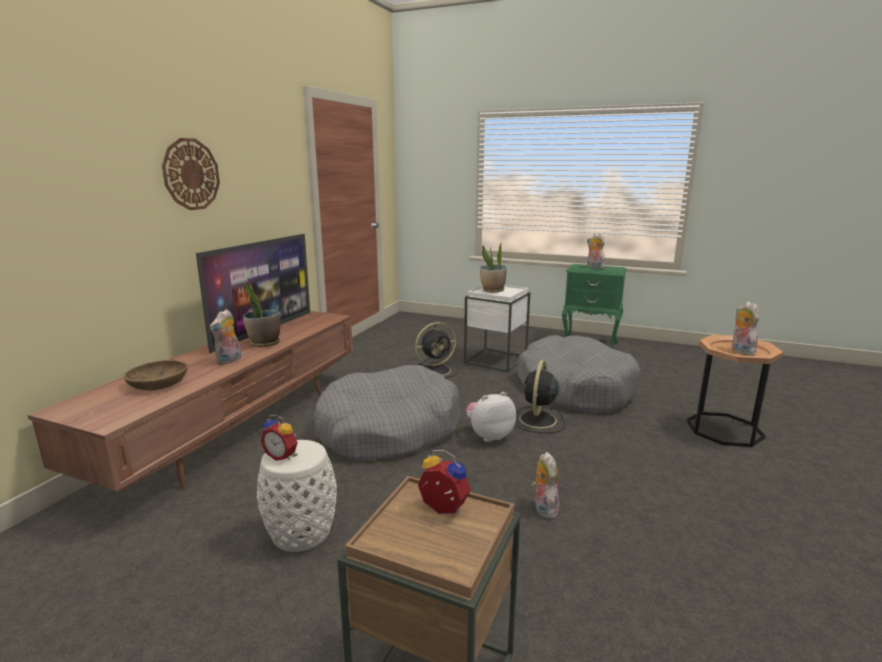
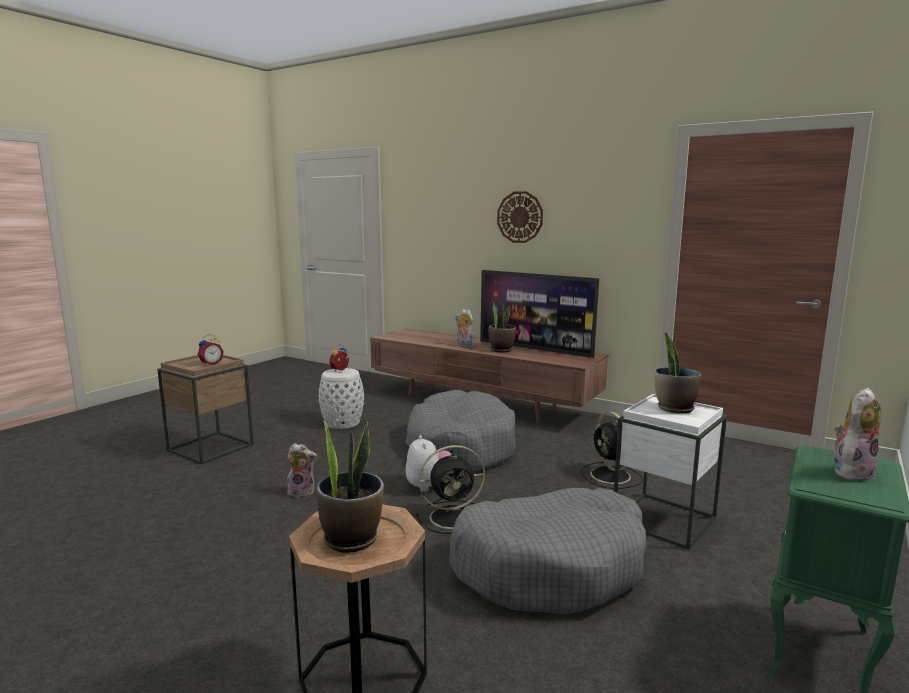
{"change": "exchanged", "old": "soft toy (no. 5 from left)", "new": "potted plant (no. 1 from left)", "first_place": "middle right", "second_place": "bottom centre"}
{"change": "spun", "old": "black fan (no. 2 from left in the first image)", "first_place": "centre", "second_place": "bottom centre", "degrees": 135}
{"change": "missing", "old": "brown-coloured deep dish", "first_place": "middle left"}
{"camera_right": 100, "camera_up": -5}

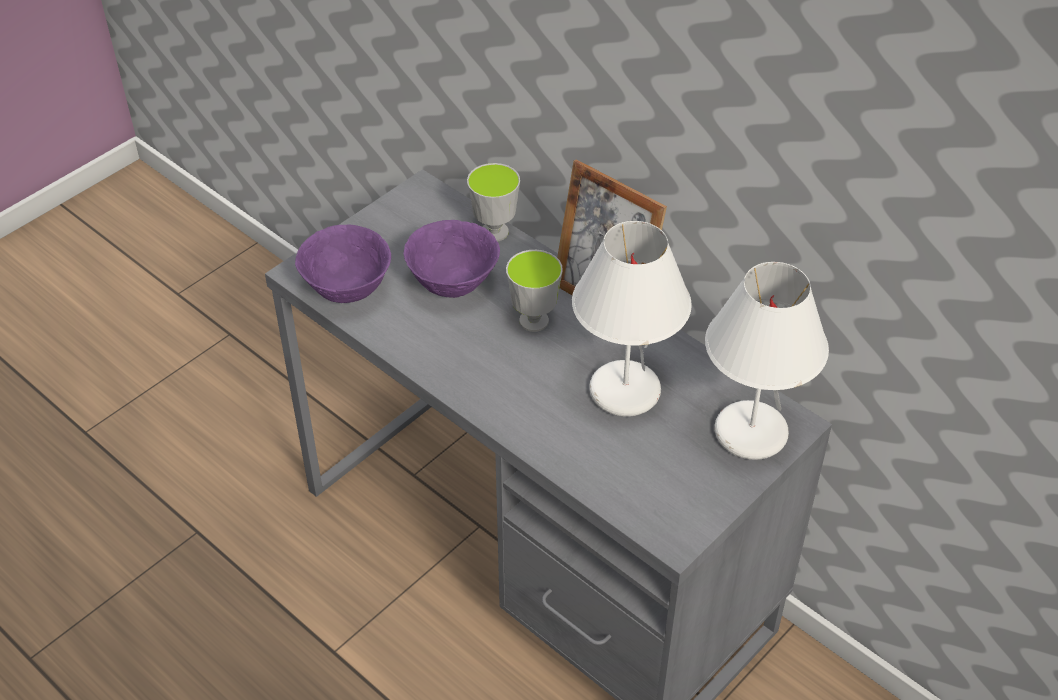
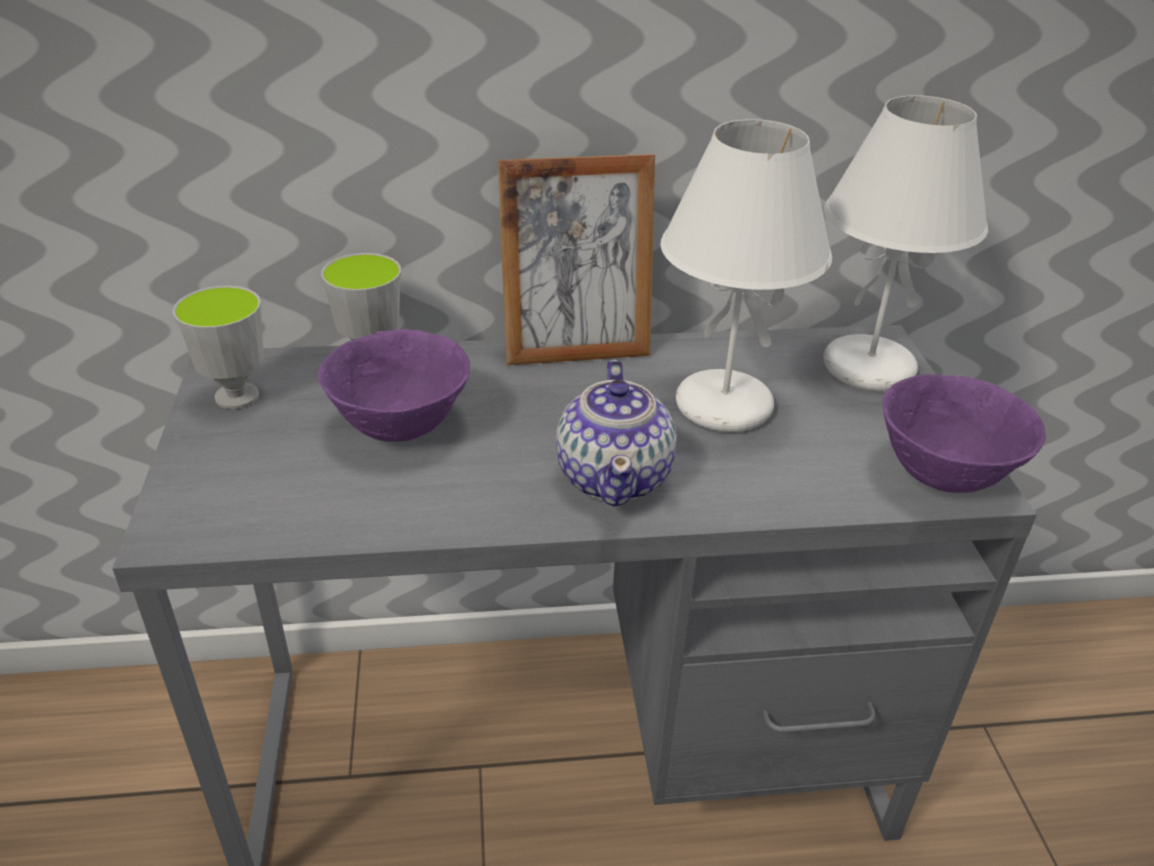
{"change": "relocated", "old": "cup (no. 2 from left in the first image)", "new": "cup (no. 1 from left)", "first_place": "centre", "second_place": "middle left"}
{"change": "appeared", "new": "tea pot", "second_place": "centre"}
{"change": "relocated", "old": "purple deep dish (no. 1 from left in the first image)", "new": "purple deep dish (no. 2 from left)", "first_place": "middle left", "second_place": "middle right"}
{"camera_right": -50, "camera_up": -10}

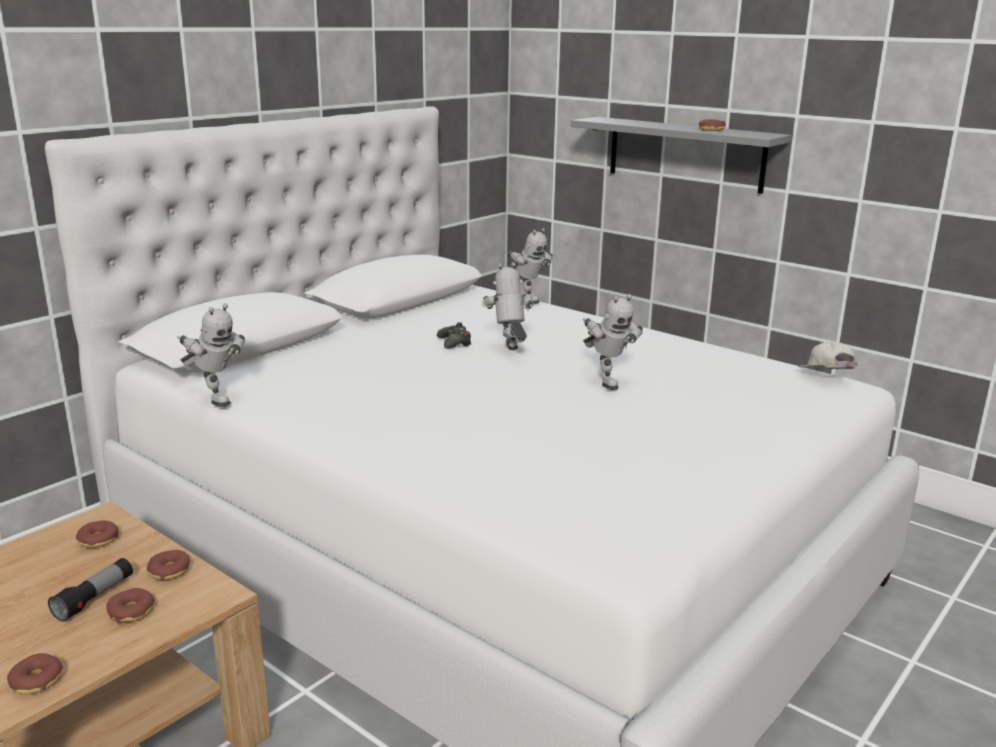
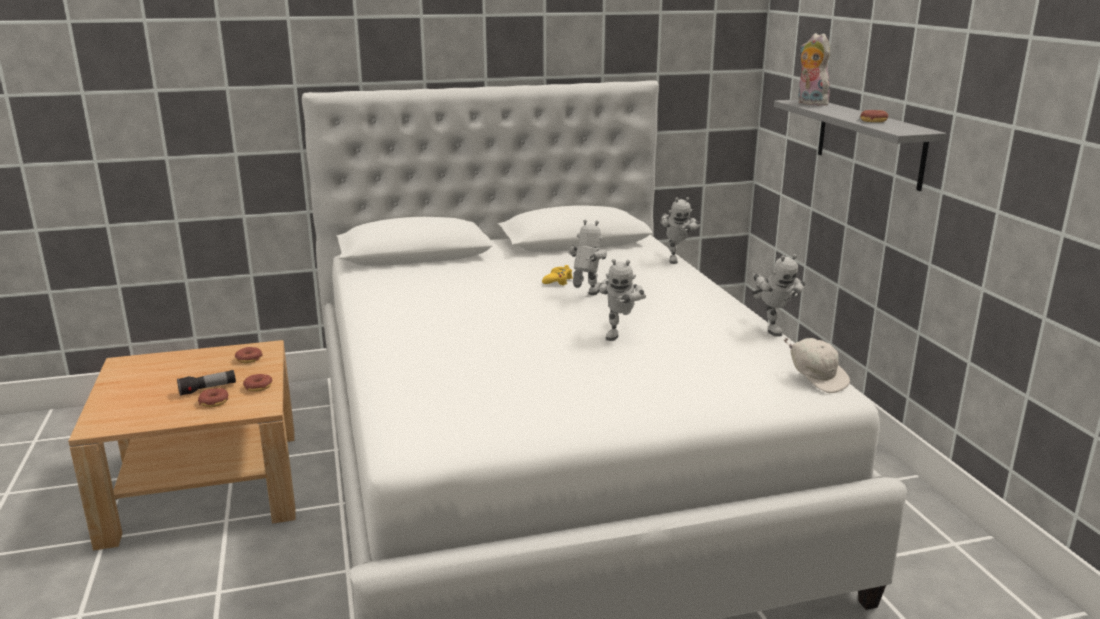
{"change": "colour", "old": "black joypad", "new": "yellow-coloured joypad", "first_place": "centre", "second_place": "centre"}
{"change": "relocated", "old": "robot figure (no. 1 from left in the first image)", "new": "robot figure (no. 4 from left)", "first_place": "middle left", "second_place": "middle right"}
{"change": "spun", "old": "white peaked cap", "first_place": "middle right", "second_place": "middle right", "degrees": 120}
{"change": "appeared", "new": "soft toy", "second_place": "top right"}
{"change": "missing", "old": "ring doughnut (no. 1 from left)", "first_place": "bottom left"}
{"camera_right": 35, "camera_up": 0}

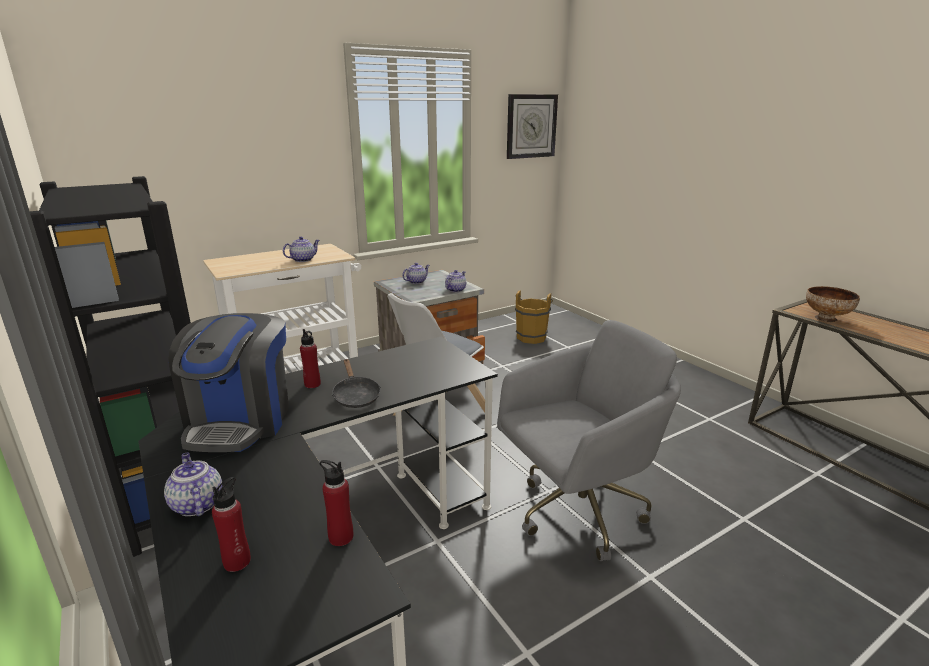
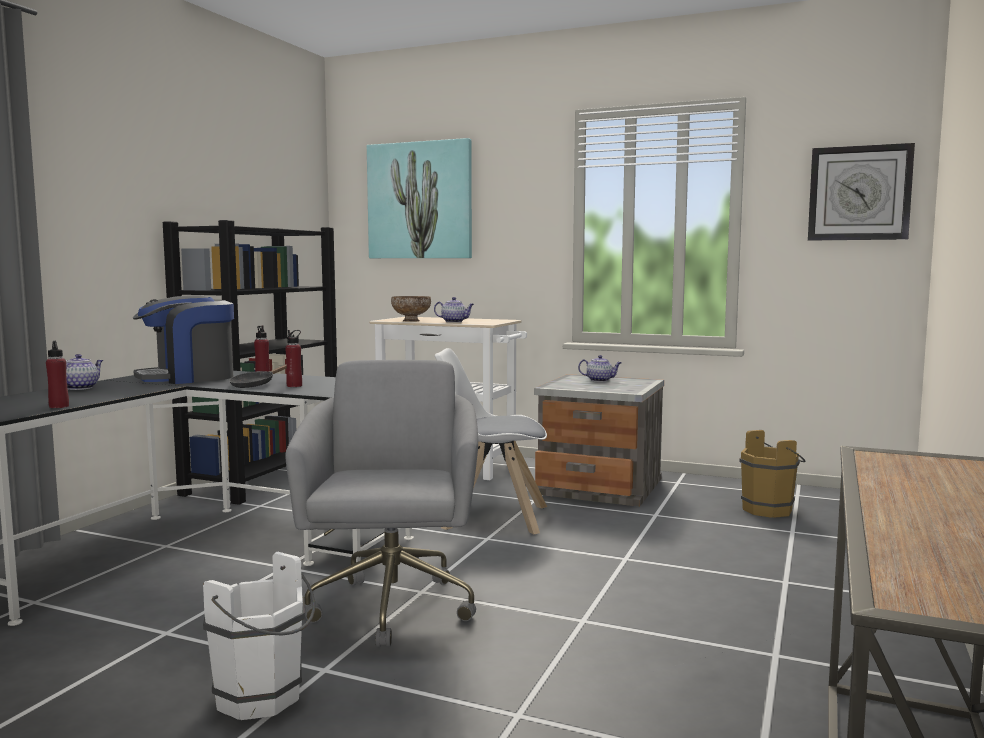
{"change": "appeared", "new": "white water bucket", "second_place": "bottom left"}
{"change": "relocated", "old": "red-coloured bottle (no. 1 from left in the first image)", "new": "red-coloured bottle (no. 3 from left)", "first_place": "bottom left", "second_place": "middle left"}
{"change": "spun", "old": "grey computer chair", "first_place": "centre", "second_place": "bottom centre", "degrees": -120}
{"change": "appeared", "new": "wall picture", "second_place": "top centre"}
{"change": "relocated", "old": "deep dish", "first_place": "middle right", "second_place": "centre"}
{"change": "missing", "old": "tea pot (no. 4 from left)", "first_place": "centre"}
{"camera_right": 55, "camera_up": -15}

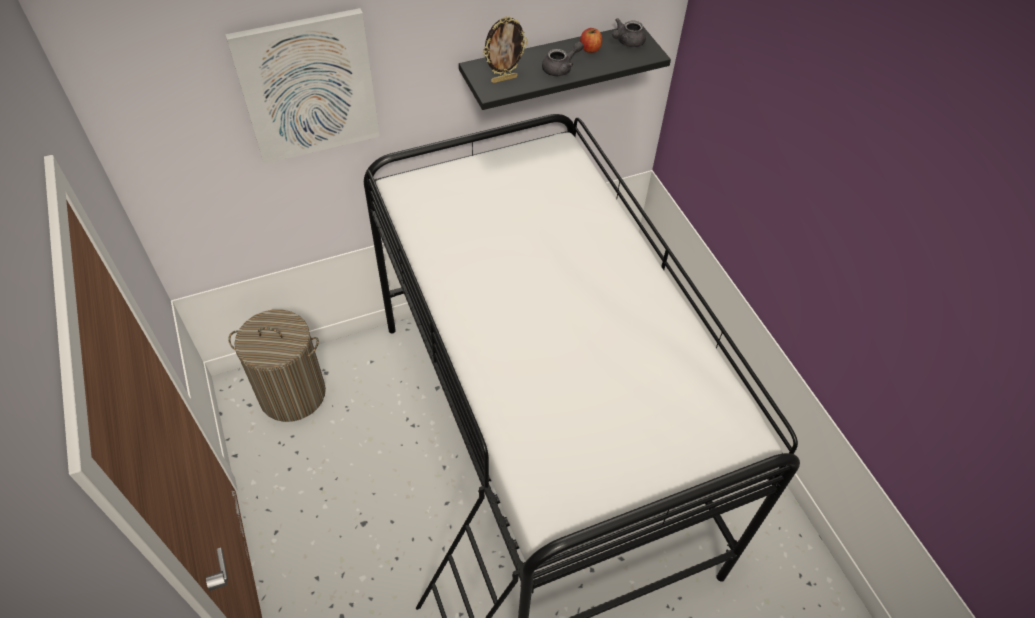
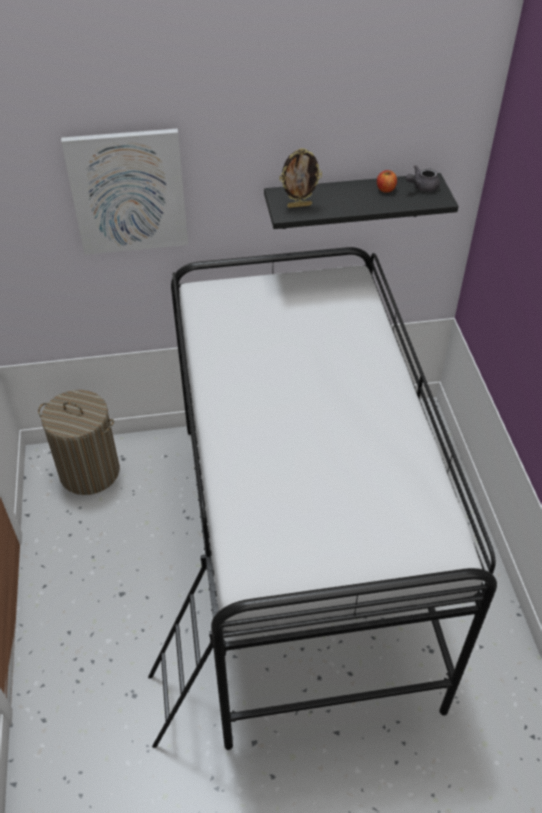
{"change": "missing", "old": "grey tea pot (no. 1 from left)", "first_place": "top centre"}
{"camera_right": 15, "camera_up": -5}

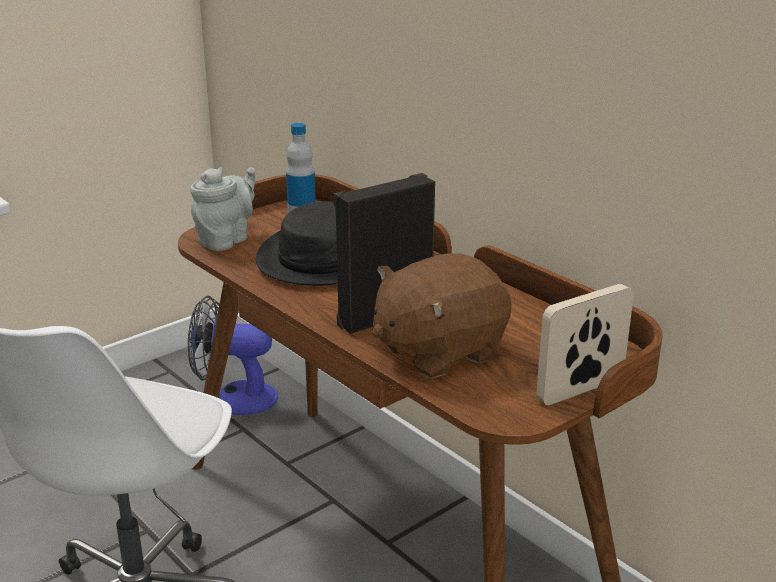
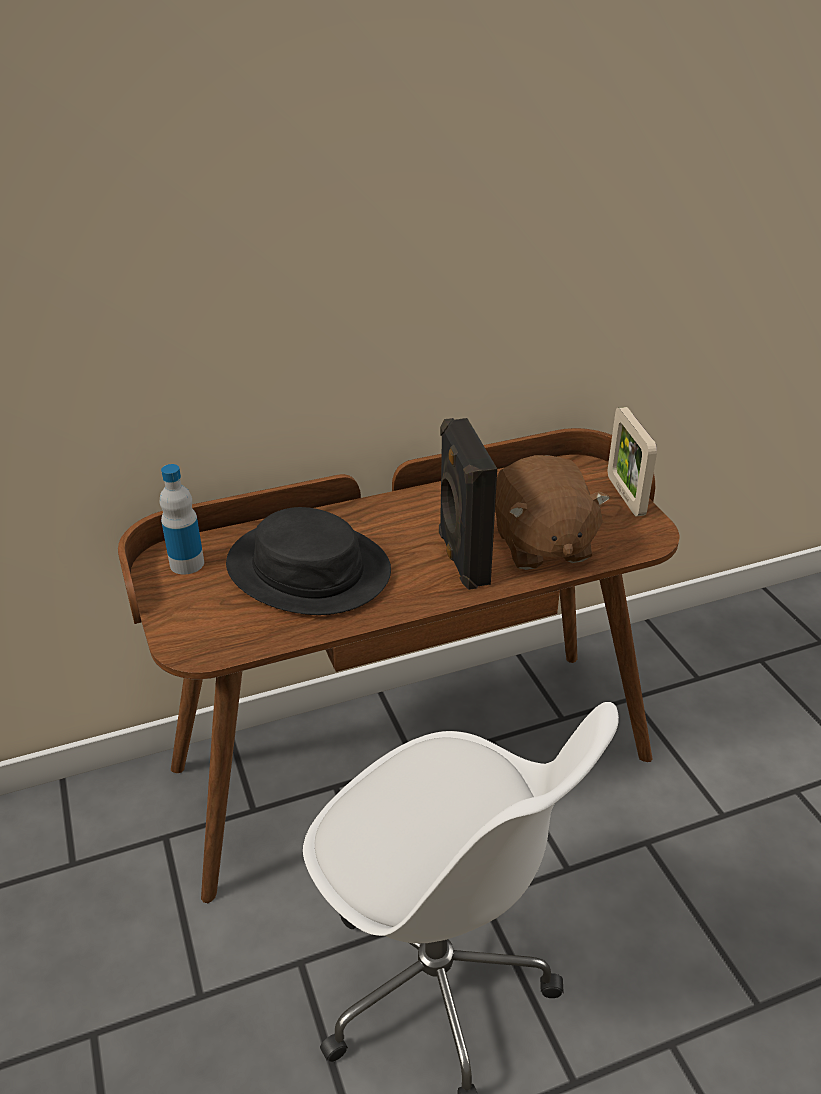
{"change": "missing", "old": "fan", "first_place": "middle left"}
{"change": "missing", "old": "grey tea pot", "first_place": "middle left"}
{"camera_right": -70, "camera_up": 10}

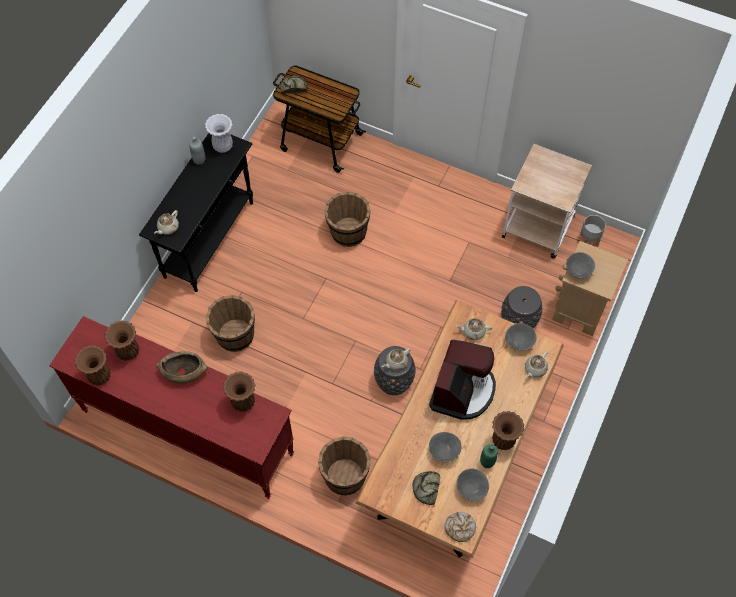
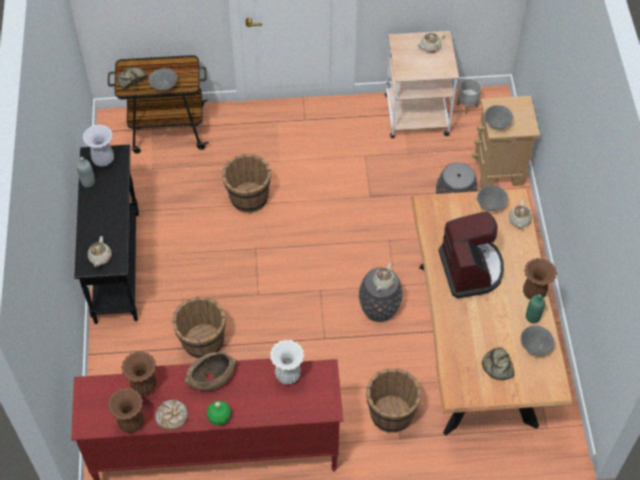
{"change": "relocated", "old": "grey deep dish (no. 1 from left)", "first_place": "bottom centre", "second_place": "top left"}
{"change": "relocated", "old": "bakery bread (no. 3 from left in the first image)", "new": "bakery bread (no. 2 from left)", "first_place": "bottom centre", "second_place": "bottom left"}
{"change": "appeared", "new": "greenish bottle (no. 1 from left)", "second_place": "bottom centre"}
{"change": "colour", "old": "brown-coloured decorative vase (no. 3 from left)", "new": "white decorative vase (no. 2 from left)", "first_place": "middle left", "second_place": "bottom centre"}
{"change": "relocated", "old": "beige tea pot (no. 3 from left)", "first_place": "centre", "second_place": "top right"}
{"camera_right": -30, "camera_up": -5}

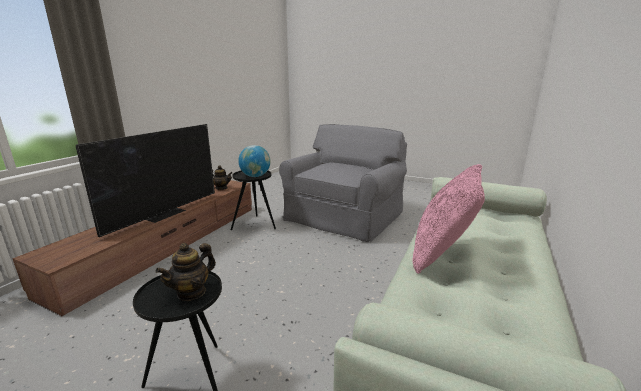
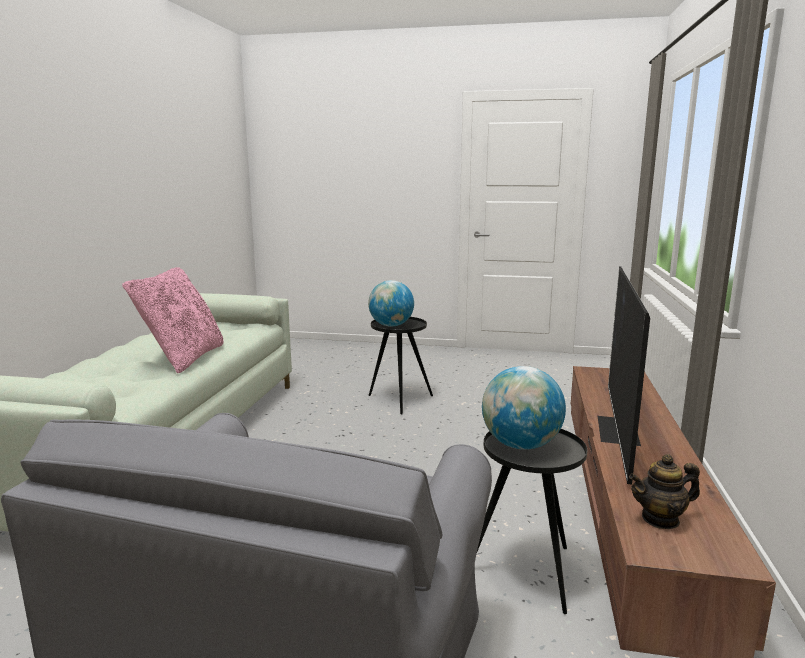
{"change": "exchanged", "old": "tea pot (no. 1 from left)", "new": "globe (no. 1 from left)", "first_place": "bottom left", "second_place": "centre"}
{"camera_right": 165, "camera_up": -5}

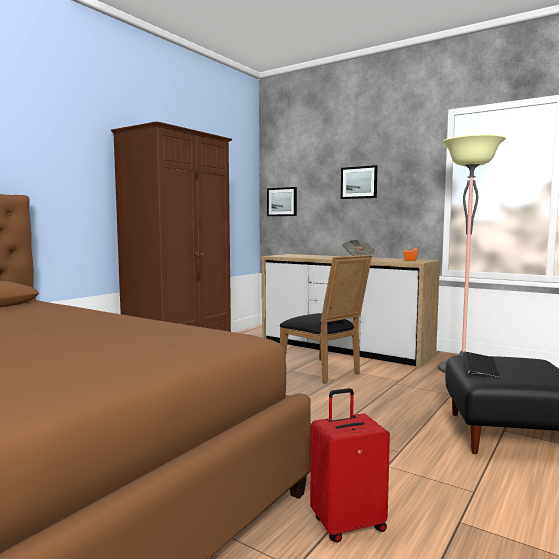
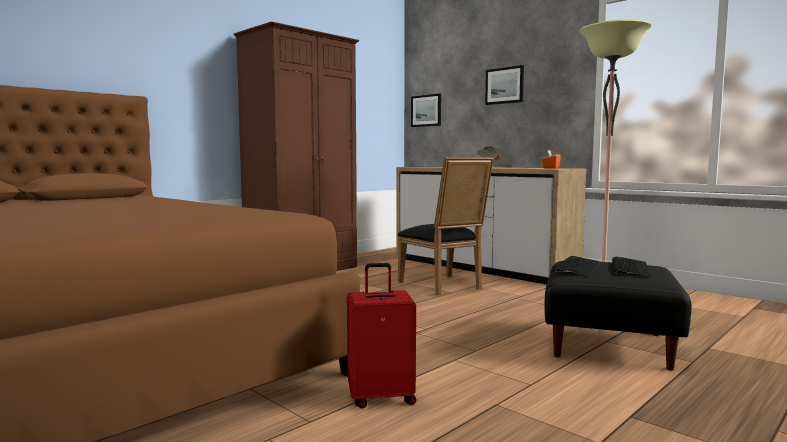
{"change": "appeared", "new": "keyboard (no. 2 from left)", "second_place": "middle right"}
{"camera_right": 10, "camera_up": 0}

